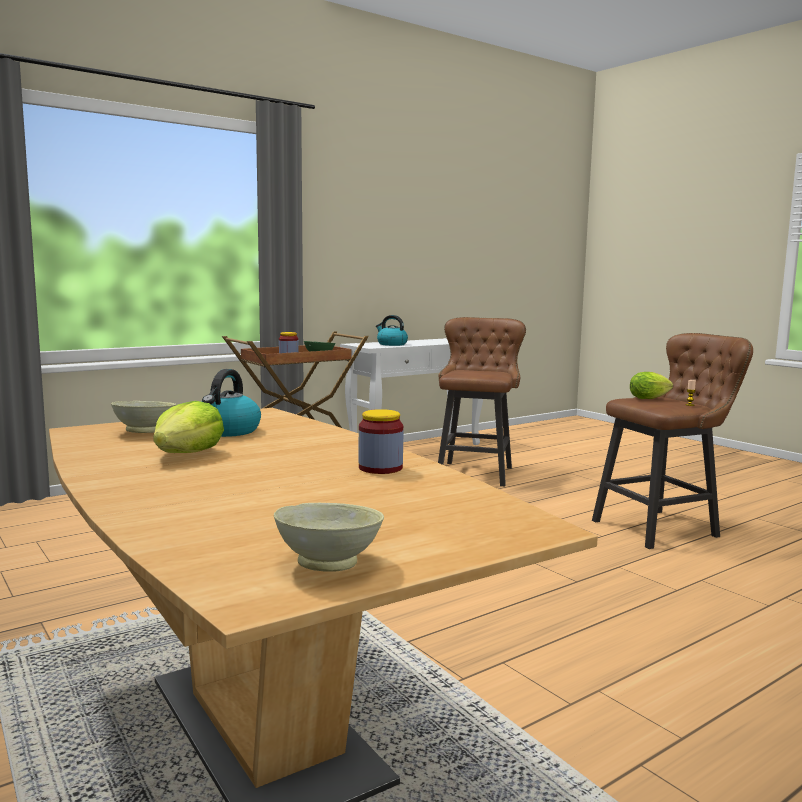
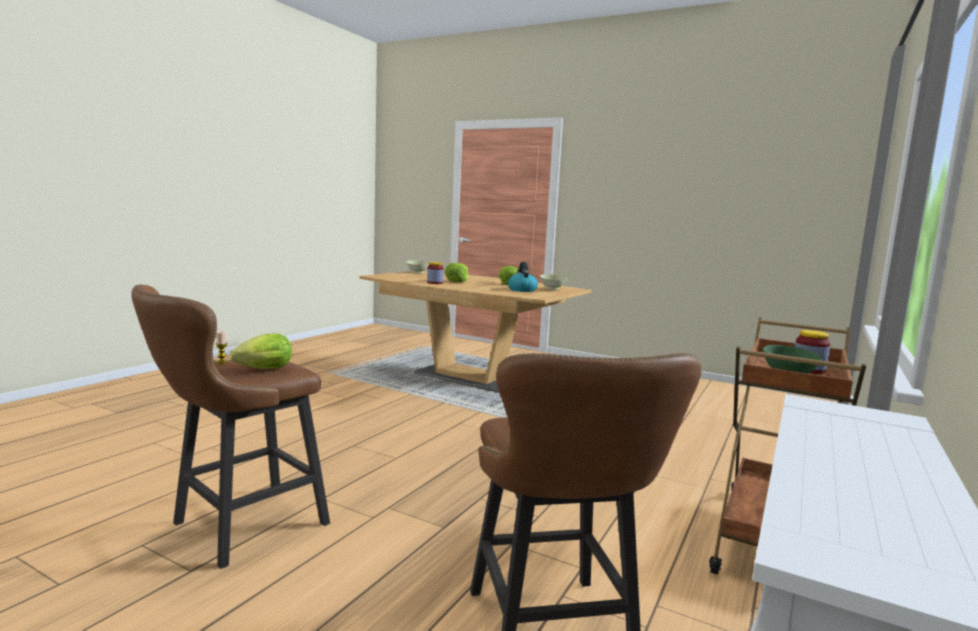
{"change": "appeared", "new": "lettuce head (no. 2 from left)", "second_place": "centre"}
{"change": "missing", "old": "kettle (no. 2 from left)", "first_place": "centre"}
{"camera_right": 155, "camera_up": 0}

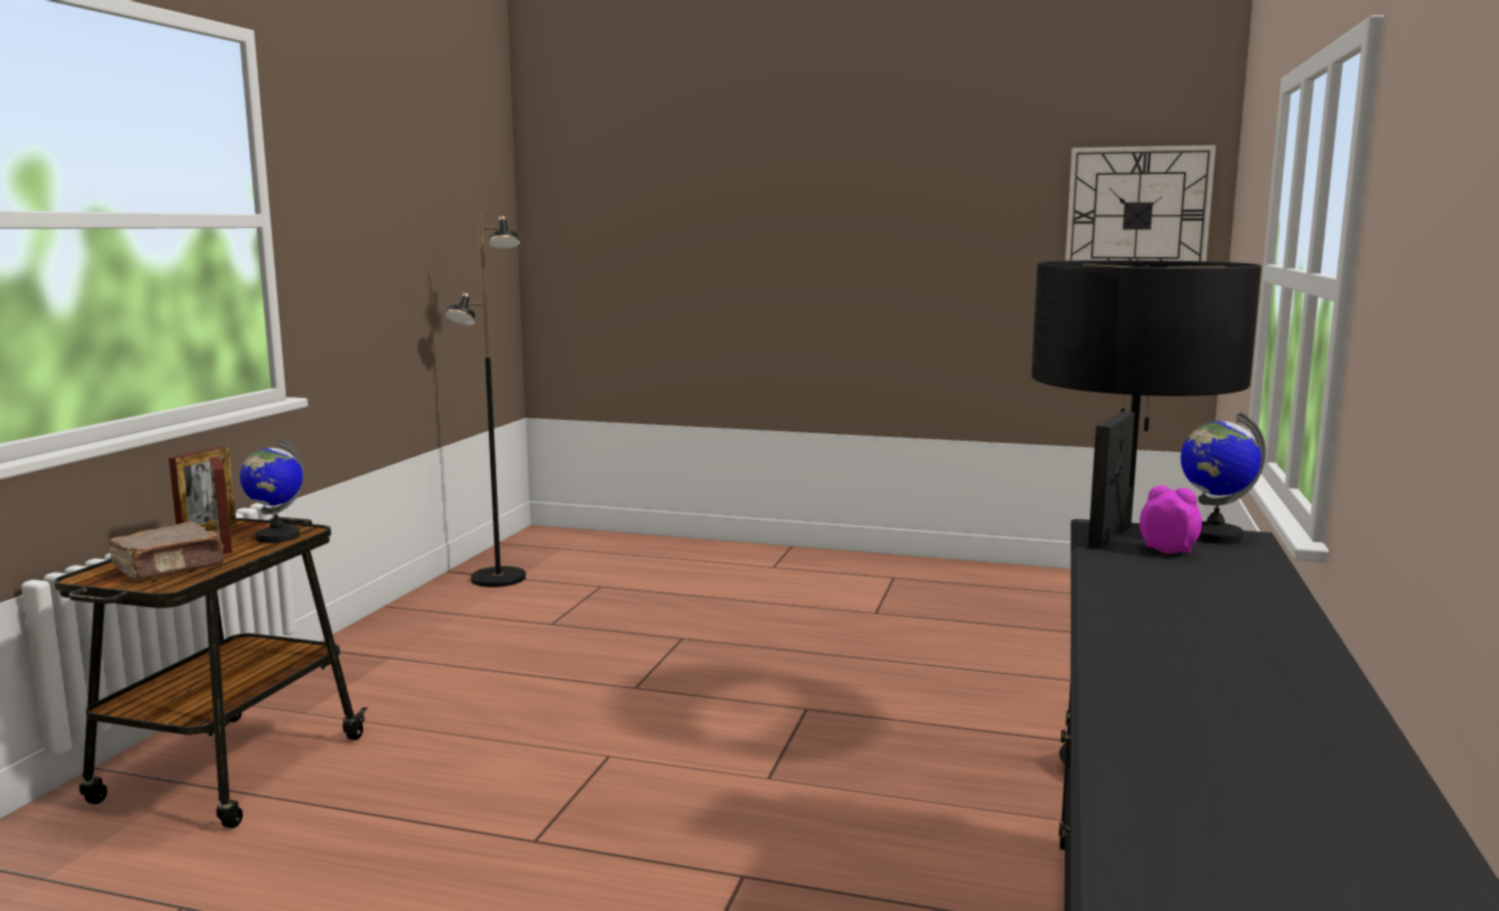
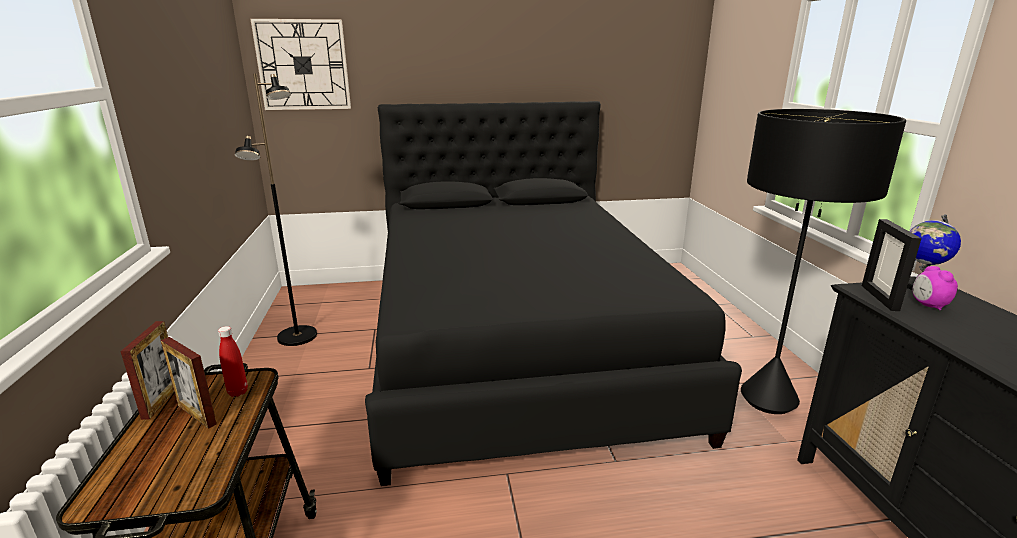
{"change": "exchanged", "old": "globe (no. 1 from left)", "new": "red-coloured bottle", "first_place": "middle left", "second_place": "bottom left"}
{"change": "relocated", "old": "wall clock", "first_place": "top right", "second_place": "top left"}
{"change": "appeared", "new": "black bedroom bed", "second_place": "centre"}
{"change": "spun", "old": "table clock", "first_place": "middle right", "second_place": "middle right", "degrees": -105}
{"change": "missing", "old": "brown-coloured bound book", "first_place": "middle left"}
{"camera_right": -25, "camera_up": 10}

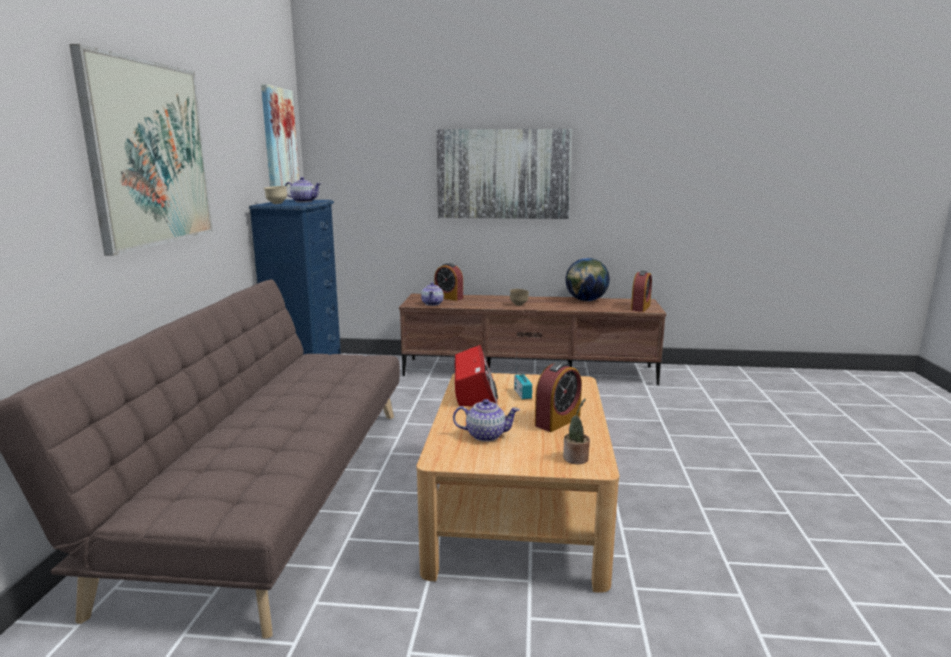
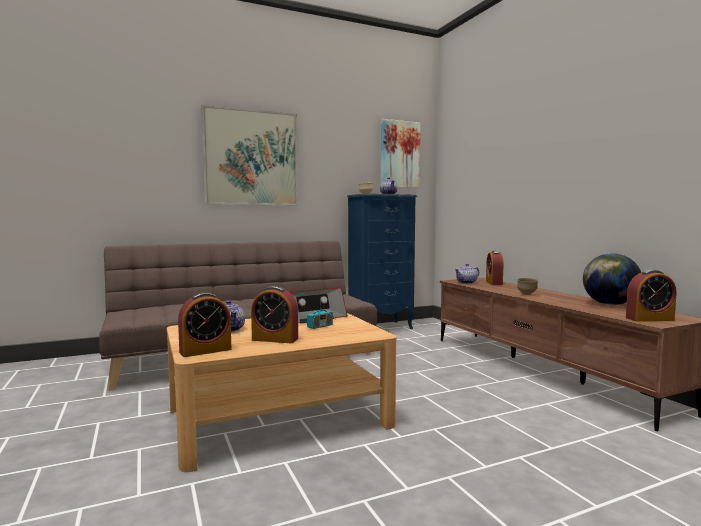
{"change": "exchanged", "old": "potted plant", "new": "table clock (no. 1 from left)", "first_place": "centre", "second_place": "middle left"}
{"change": "missing", "old": "wall picture (no. 3 from left)", "first_place": "top centre"}
{"camera_right": 60, "camera_up": -10}

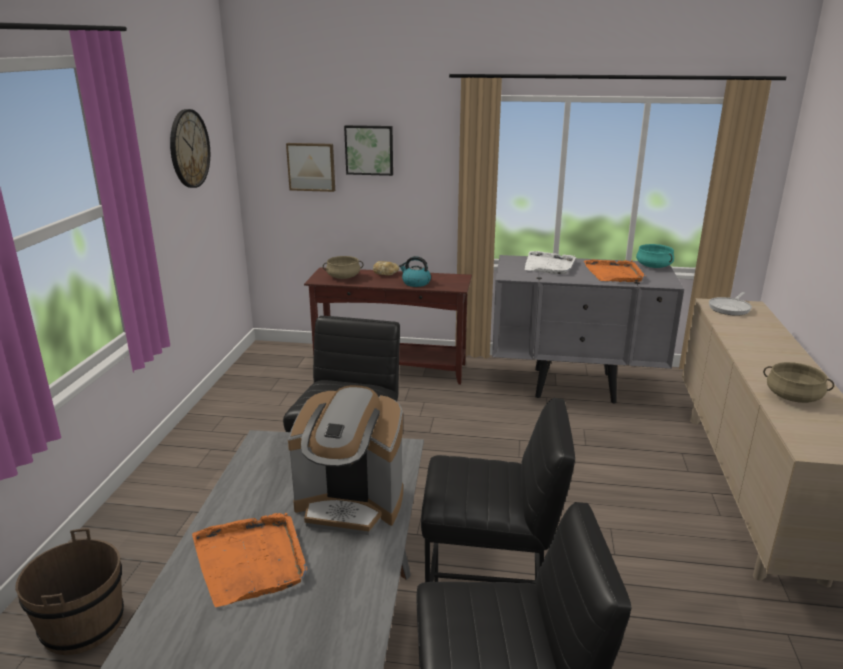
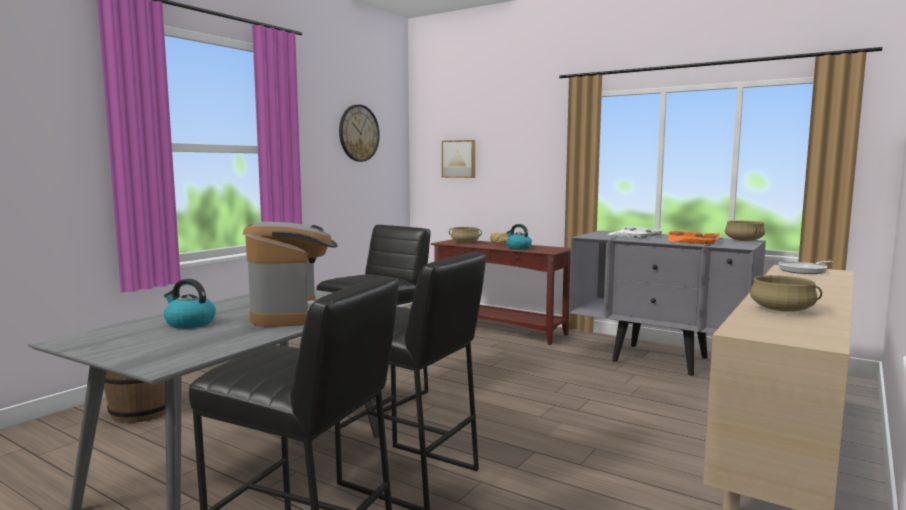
{"change": "exchanged", "old": "orange-coloured serving tray (no. 1 from left)", "new": "kettle (no. 1 from left)", "first_place": "bottom left", "second_place": "middle left"}
{"change": "spun", "old": "coffee maker", "first_place": "bottom centre", "second_place": "middle left", "degrees": -135}
{"change": "colour", "old": "turquoise-coloured cooking pot", "new": "beige cooking pot (no. 2 from left)", "first_place": "middle right", "second_place": "middle right"}
{"change": "missing", "old": "wall picture (no. 2 from left)", "first_place": "top centre"}
{"camera_right": 25, "camera_up": -15}

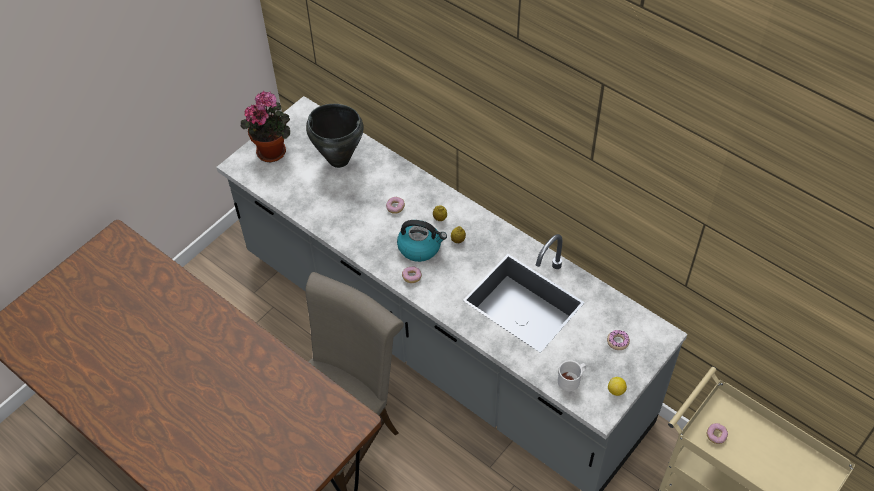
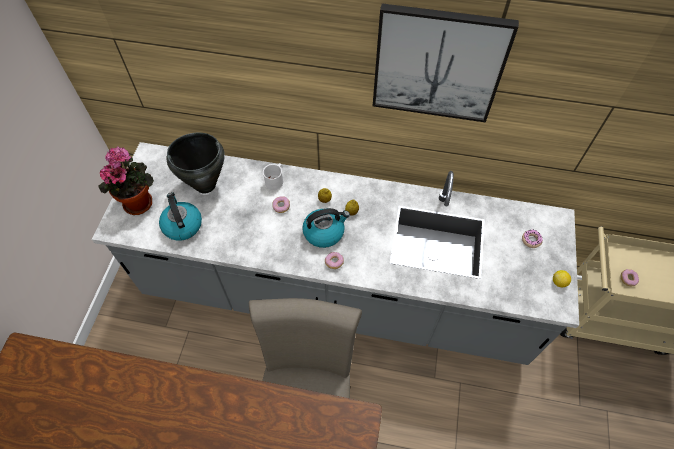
{"change": "appeared", "new": "kettle (no. 1 from left)", "second_place": "middle left"}
{"change": "relocated", "old": "white tea mug", "first_place": "bottom centre", "second_place": "centre"}
{"change": "appeared", "new": "wall picture", "second_place": "top centre"}
{"camera_right": -30, "camera_up": 5}

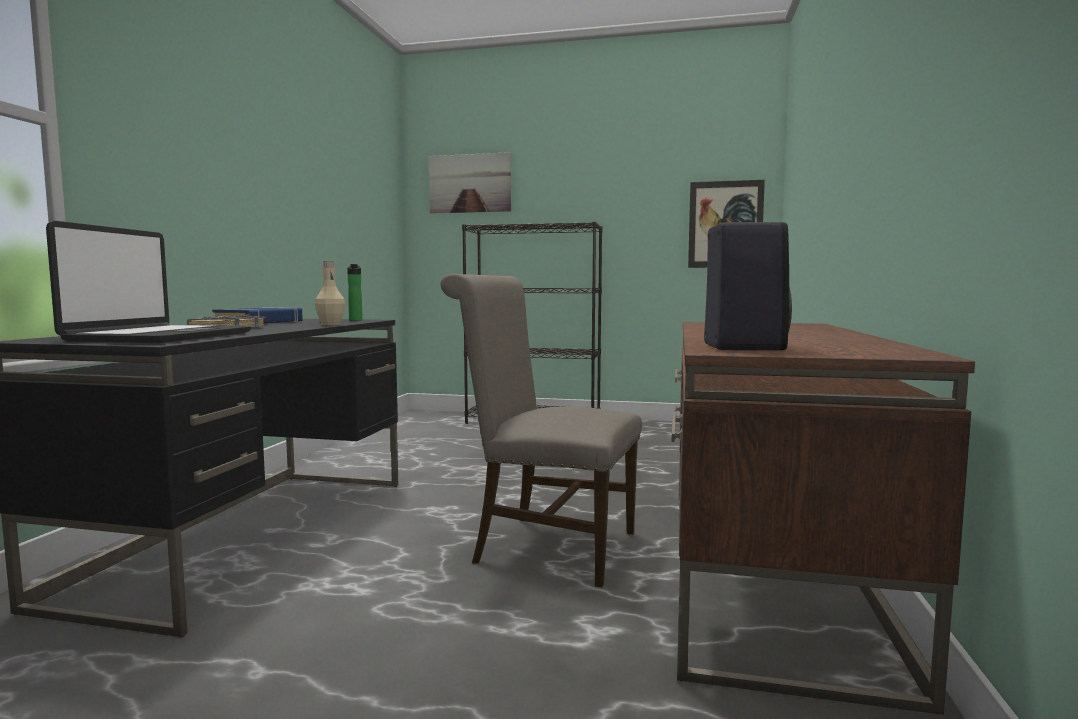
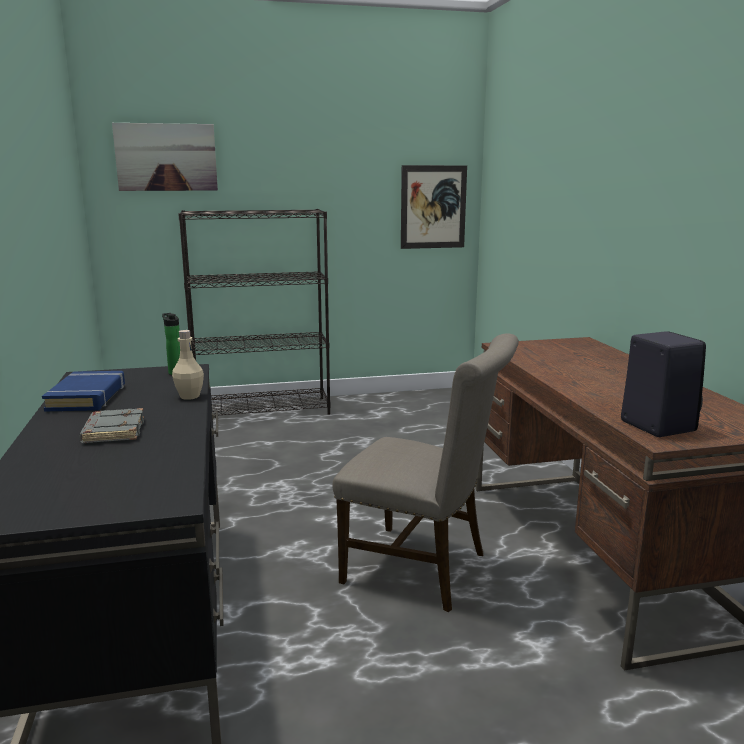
{"change": "spun", "old": "beige chair", "first_place": "centre", "second_place": "centre", "degrees": -150}
{"change": "missing", "old": "portable computer", "first_place": "middle left"}
{"camera_right": -25, "camera_up": 10}

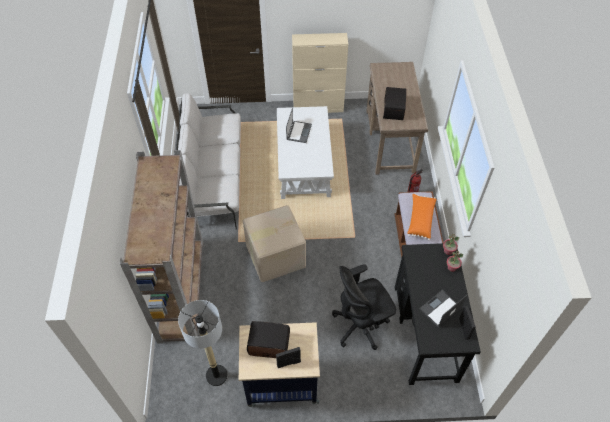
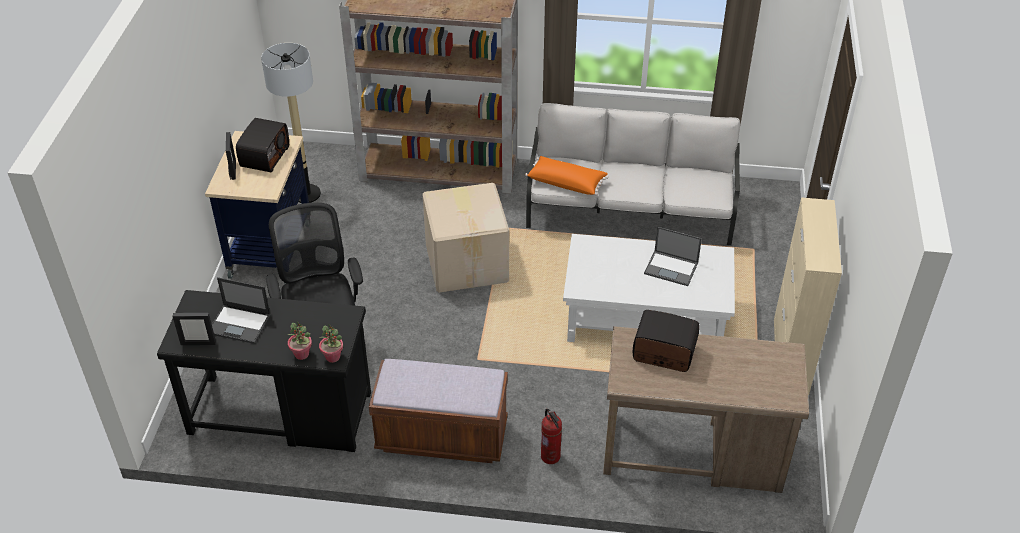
{"change": "spun", "old": "portable computer (no. 2 from left in the first image)", "first_place": "bottom right", "second_place": "middle left", "degrees": 135}
{"change": "relocated", "old": "orange-coloured pillow", "first_place": "middle right", "second_place": "top centre"}
{"camera_right": 100, "camera_up": -10}

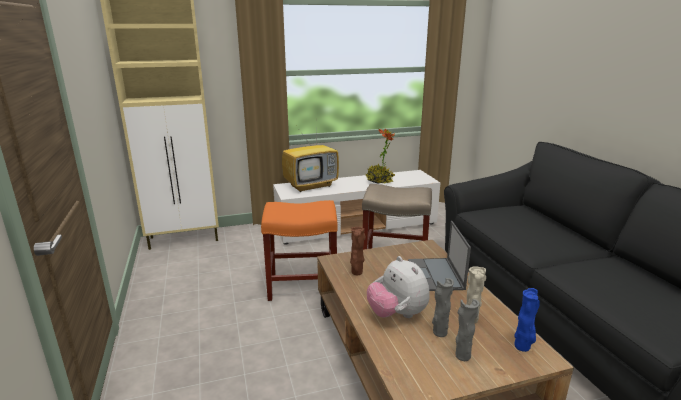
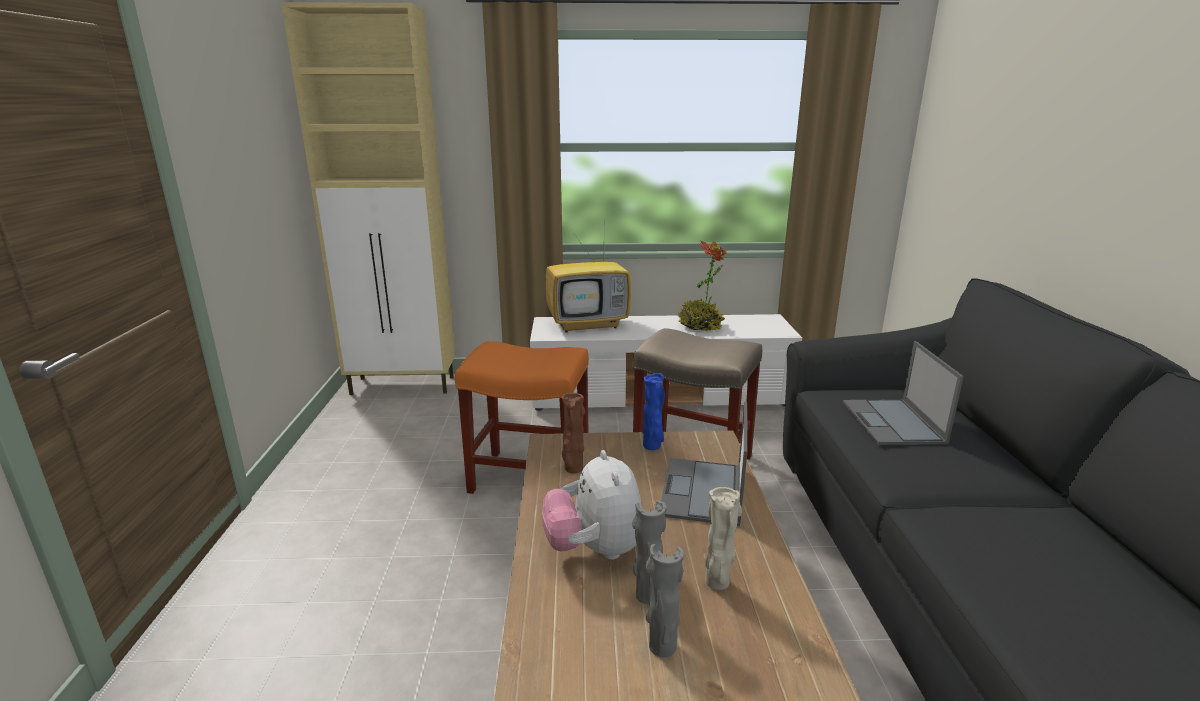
{"change": "relocated", "old": "blue-coloured decorative vase", "first_place": "bottom right", "second_place": "centre"}
{"change": "appeared", "new": "portable computer (no. 2 from left)", "second_place": "middle right"}
{"camera_right": 15, "camera_up": 0}

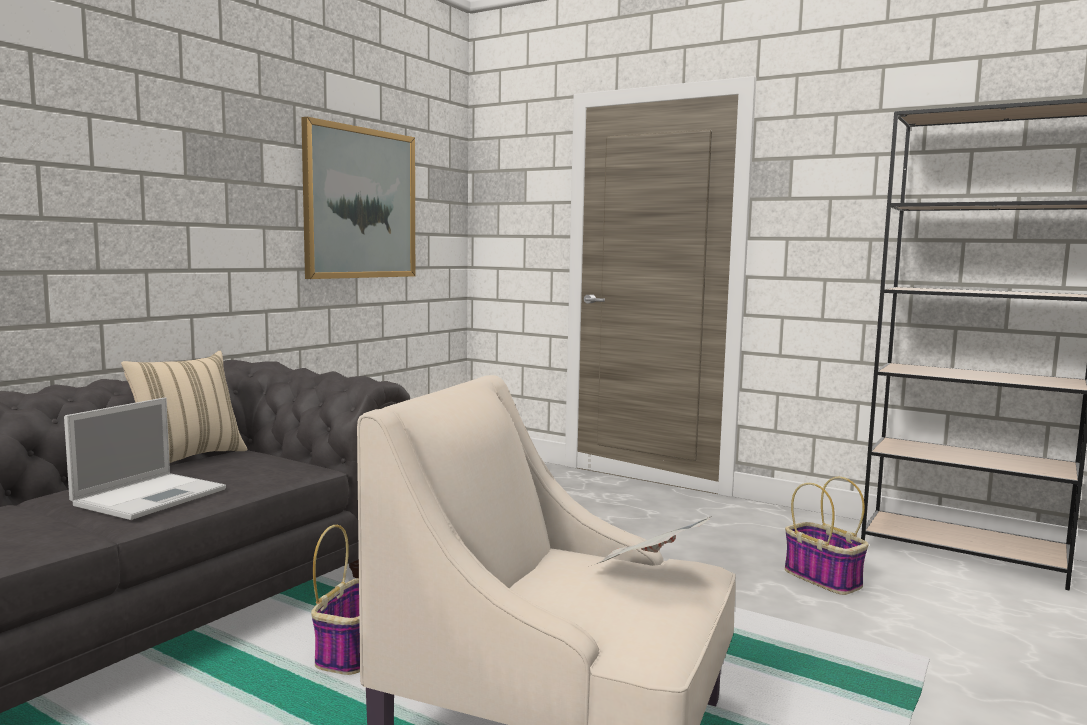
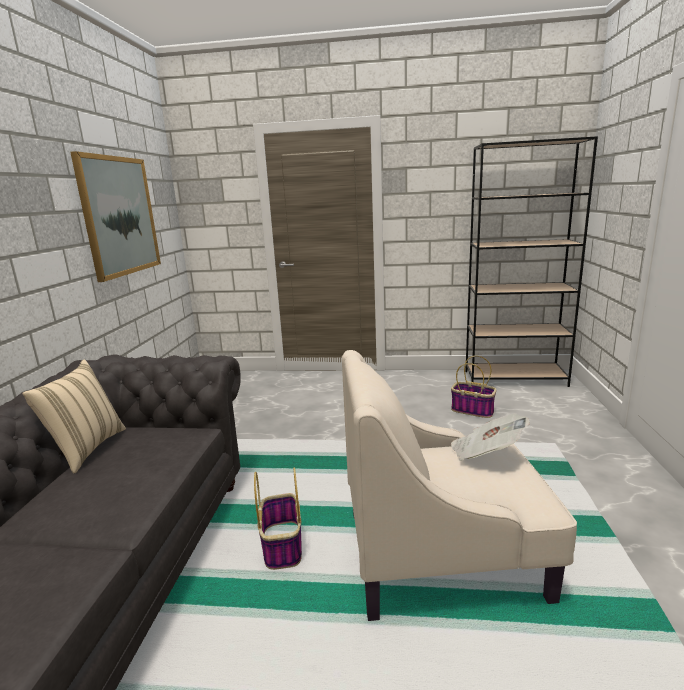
{"change": "missing", "old": "portable computer", "first_place": "middle left"}
{"camera_right": -25, "camera_up": 10}

